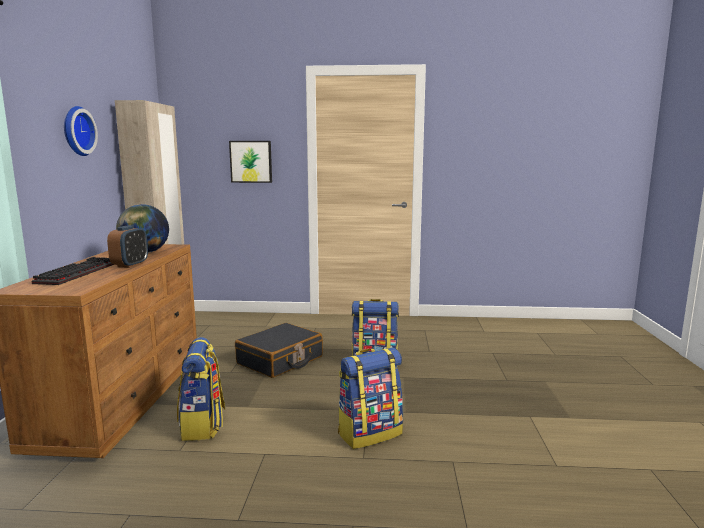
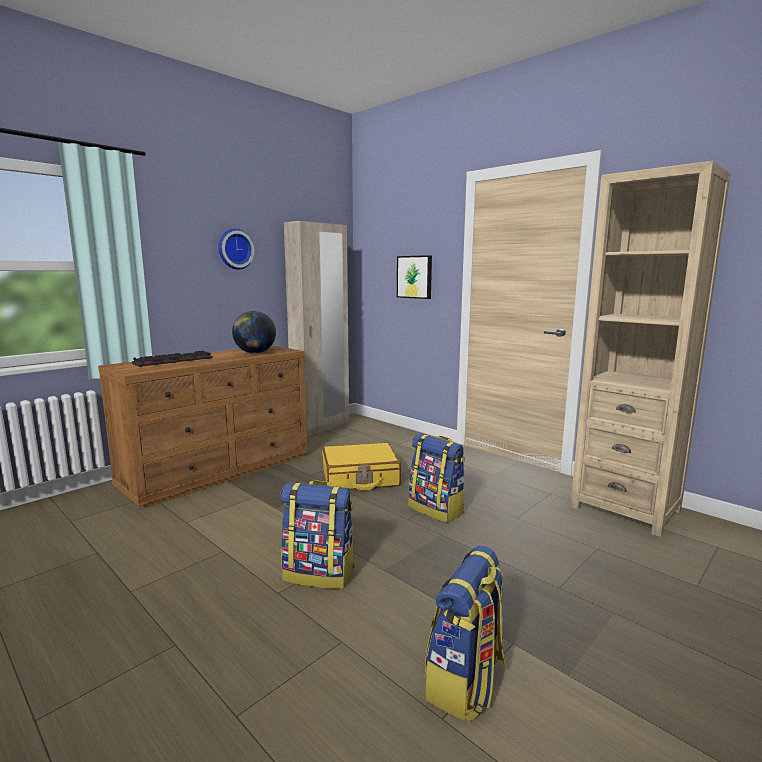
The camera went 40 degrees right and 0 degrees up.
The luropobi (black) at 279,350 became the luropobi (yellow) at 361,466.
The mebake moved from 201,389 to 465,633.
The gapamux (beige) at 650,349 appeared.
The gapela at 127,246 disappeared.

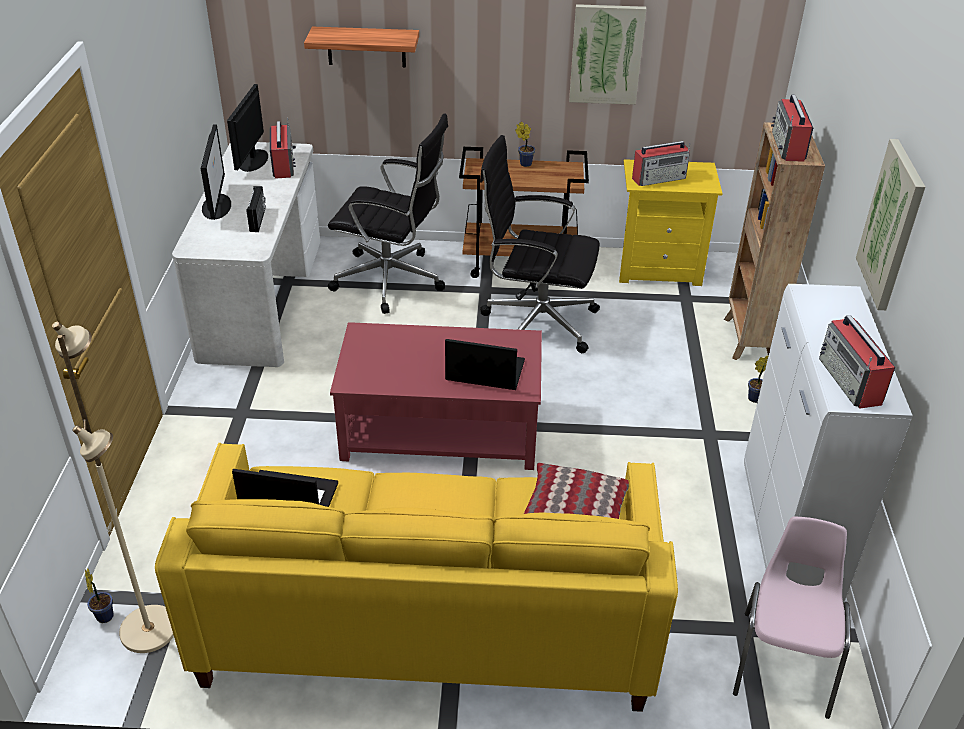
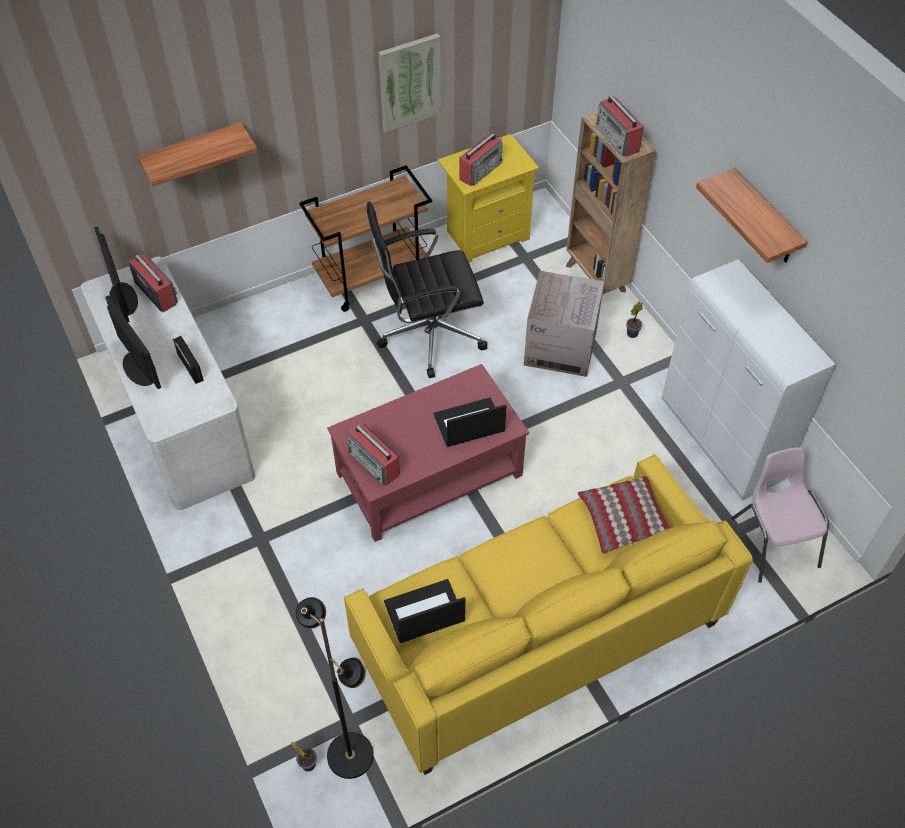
The camera went 30 degrees left and 15 degrees up.
The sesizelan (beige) at 113,487 became the sesizelan (black) at 335,688.
The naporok moved from 857,362 to 373,454.
The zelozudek at 564,324 appeared.
The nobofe at 890,224 was replaced by the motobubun at 751,215.
The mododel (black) at 388,213 disappeared.
The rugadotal at 525,144 disappeared.

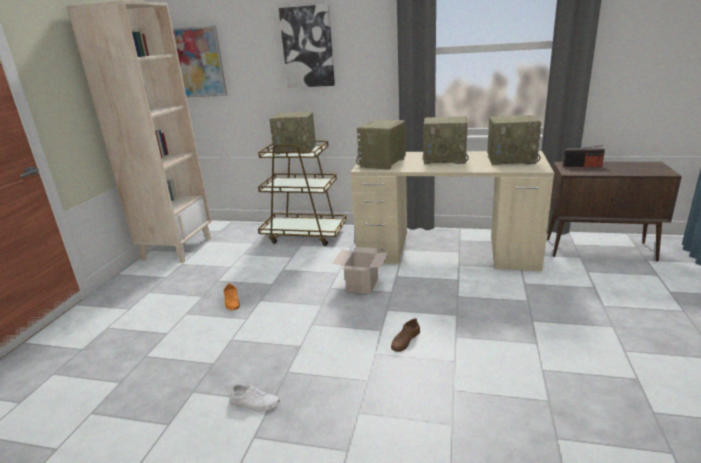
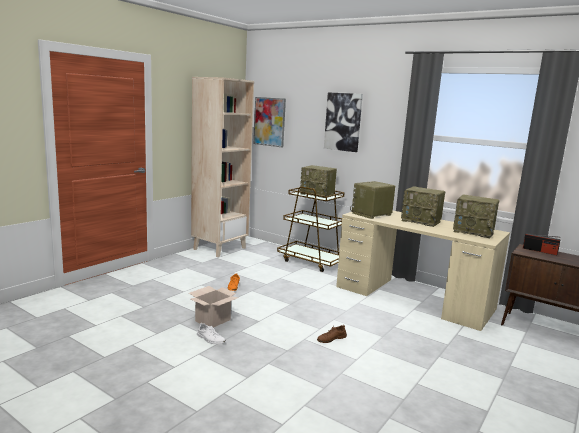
The camera went 20 degrees right and 10 degrees down.
The zelozudek moved from 361,270 to 213,307.

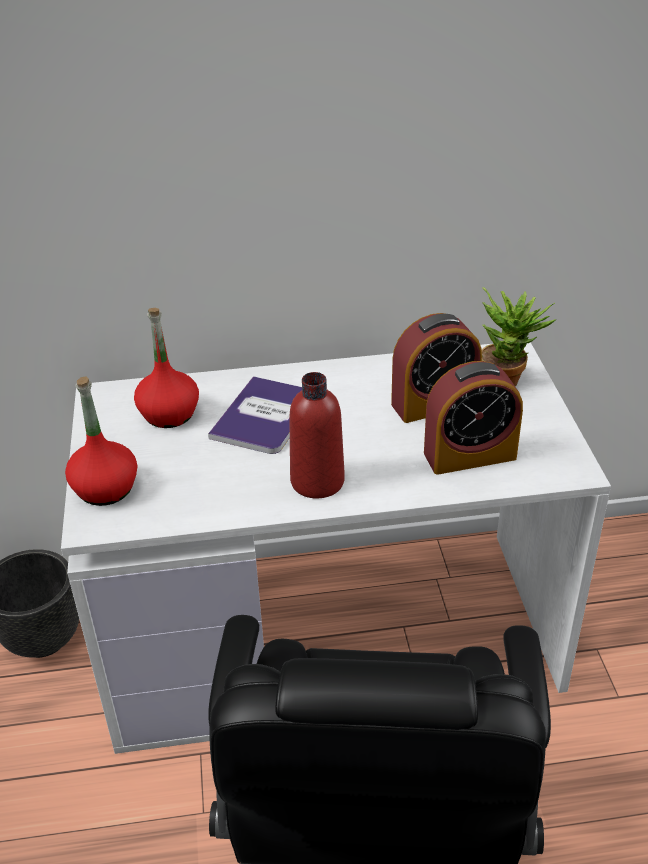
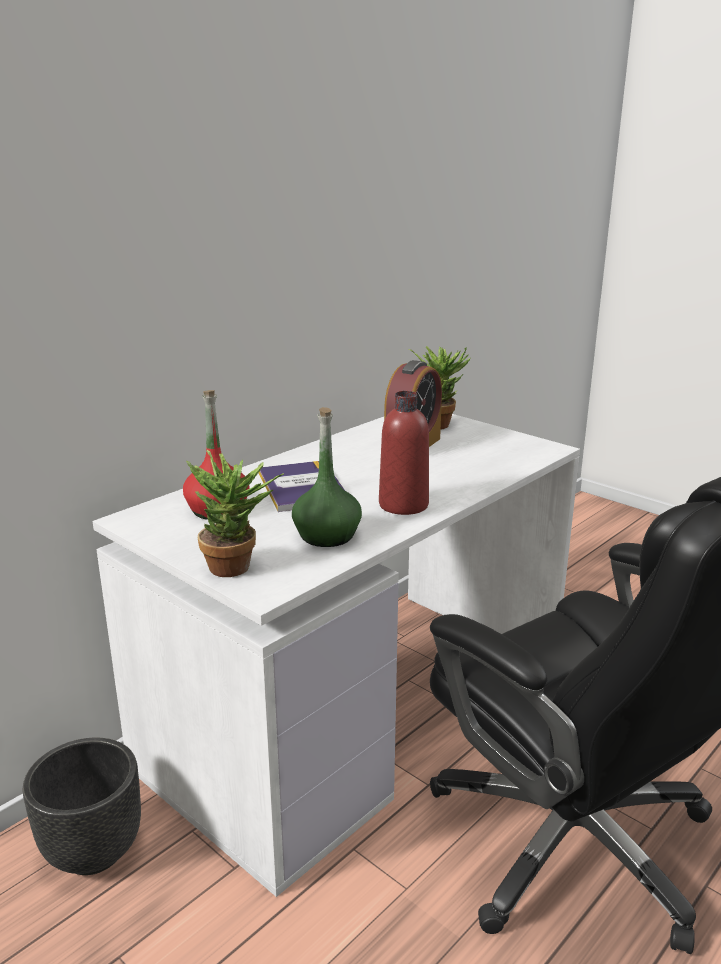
The camera went 40 degrees left and 15 degrees down.
The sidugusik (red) at 101,441 was replaced by the rugadotal at 235,513.
The sidugusik (green) at 327,477 appeared.
The gapela at 473,418 disappeared.

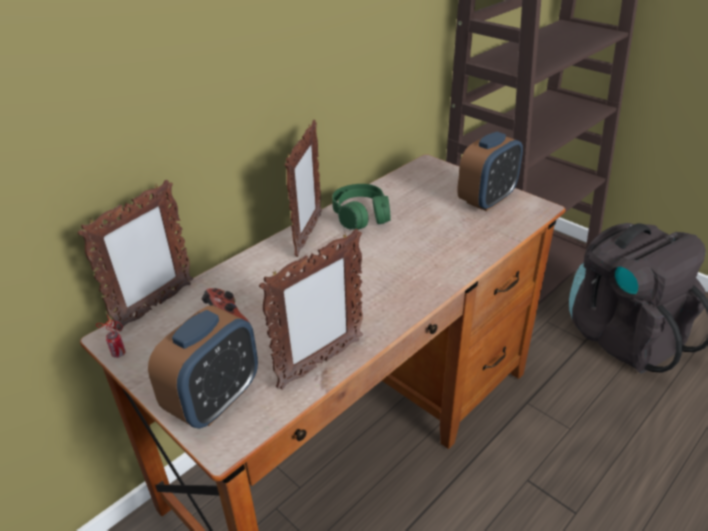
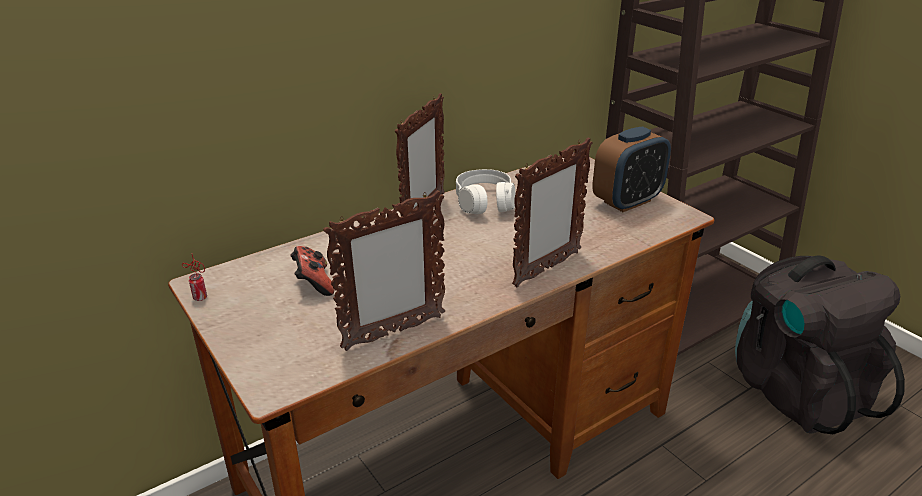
The camera went 10 degrees right and 5 degrees down.
The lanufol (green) at 361,207 became the lanufol (white) at 486,191.
The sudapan moved from 135,255 to 552,212.
The gapela at 203,367 disappeared.

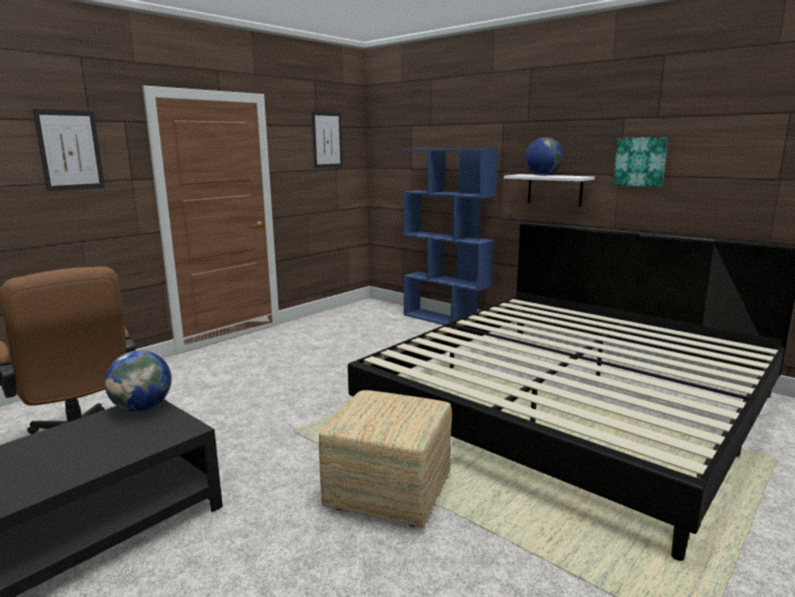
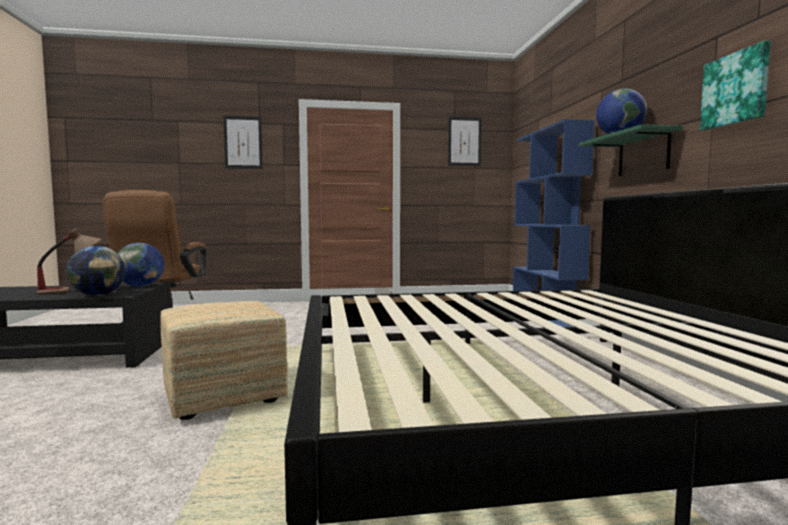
The camera went 40 degrees right and 10 degrees down.
The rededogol at 69,262 appeared.
The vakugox at 95,271 appeared.
The motobubun (white) at 549,190 became the motobubun (green) at 631,150.

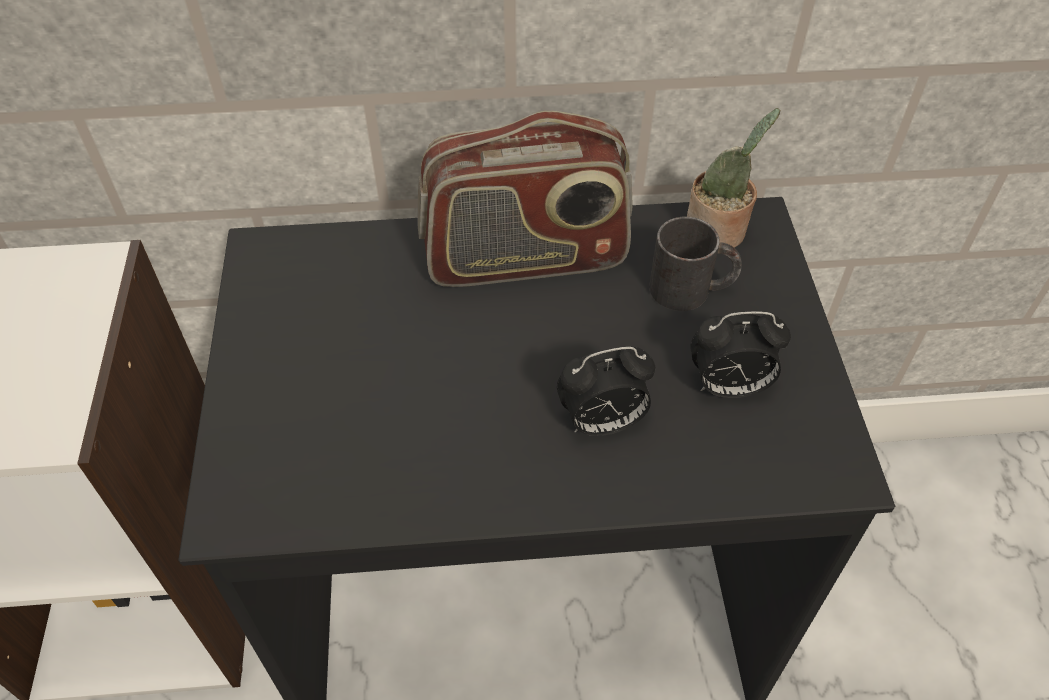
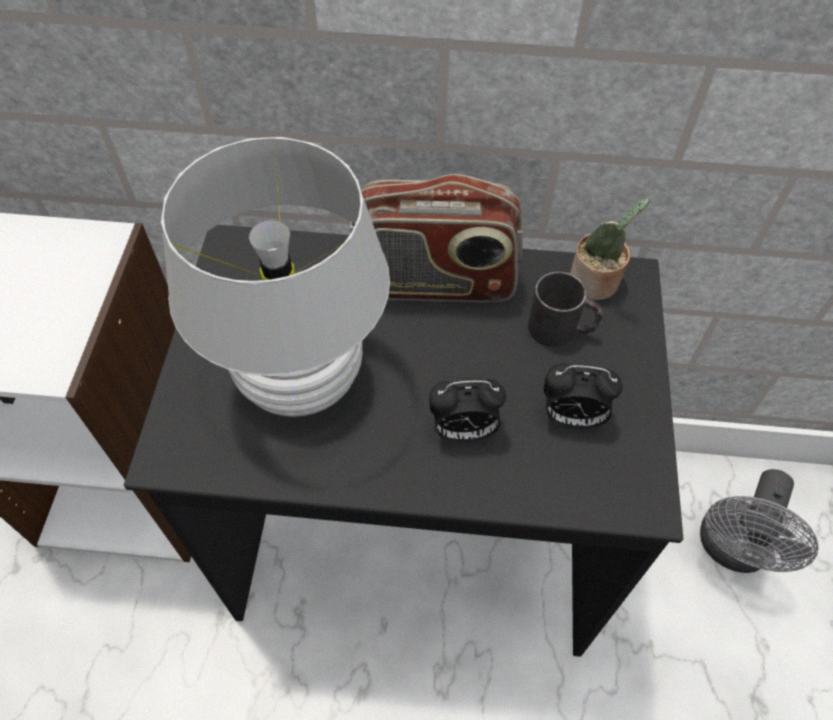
The camera went 10 degrees right and 5 degrees up.
The rededogol (white) at 275,277 appeared.
The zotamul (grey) at 759,521 appeared.

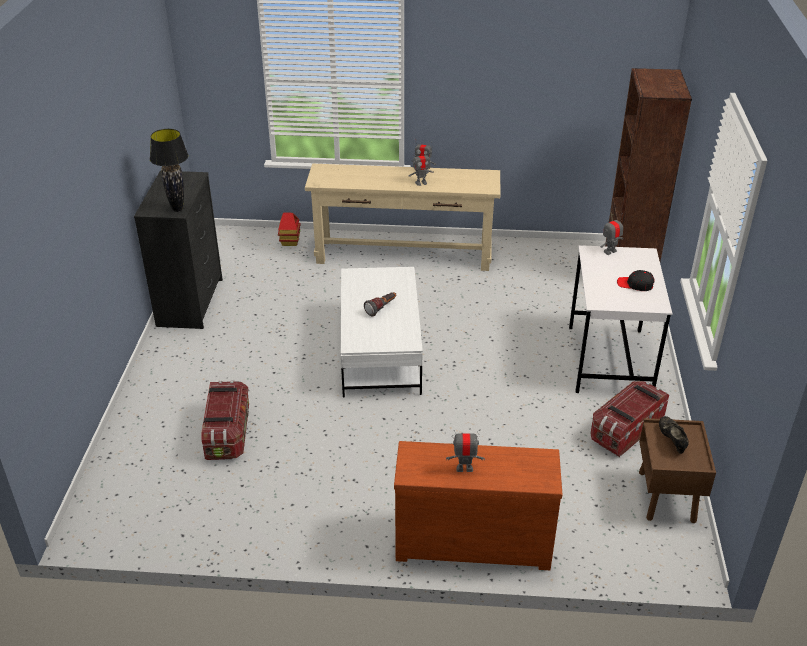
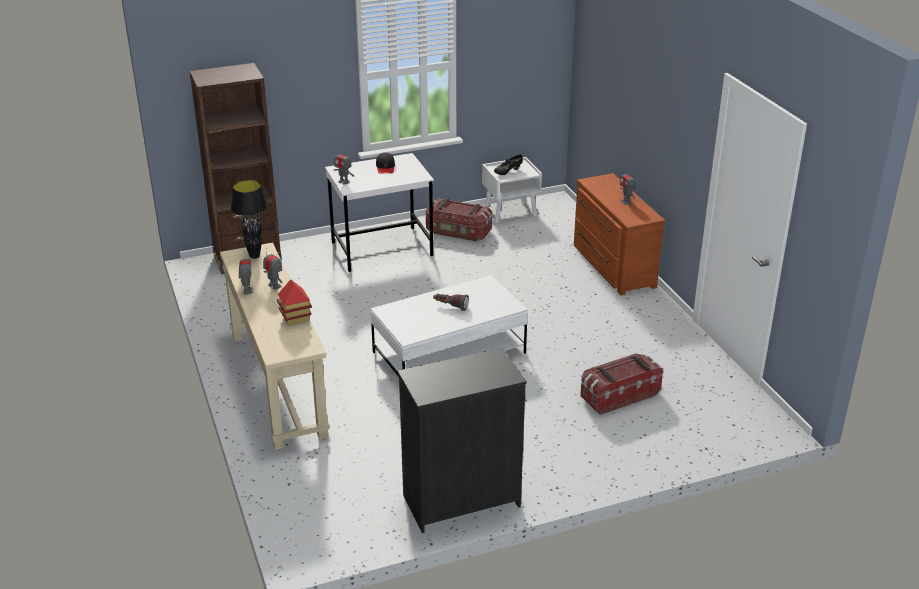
The camera went 115 degrees left and 5 degrees down.
The rededogol (black) moved from 169,170 to 249,219.
The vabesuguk moved from 289,229 to 294,302.
The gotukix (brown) at 677,470 became the gotukix (white) at 512,190.

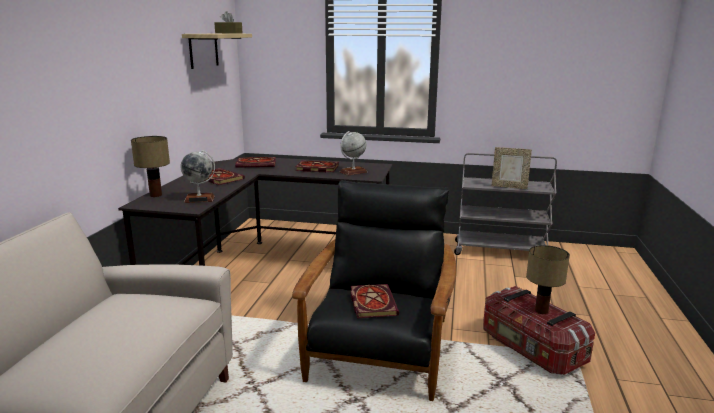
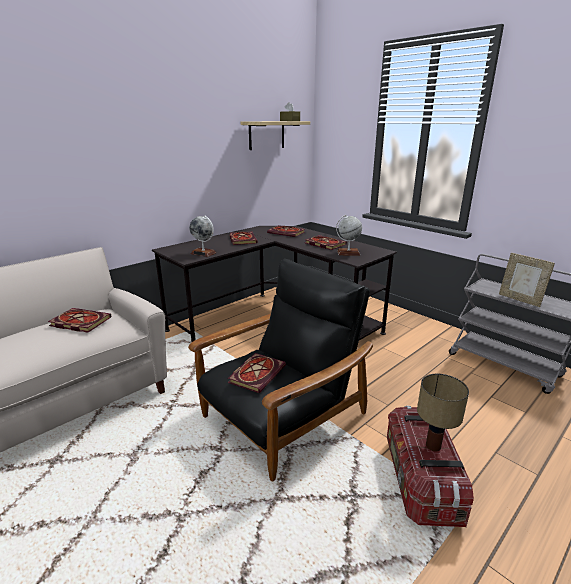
The camera went 35 degrees right and 5 degrees up.
The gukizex at 79,320 appeared.
The rededogol at 150,166 disappeared.

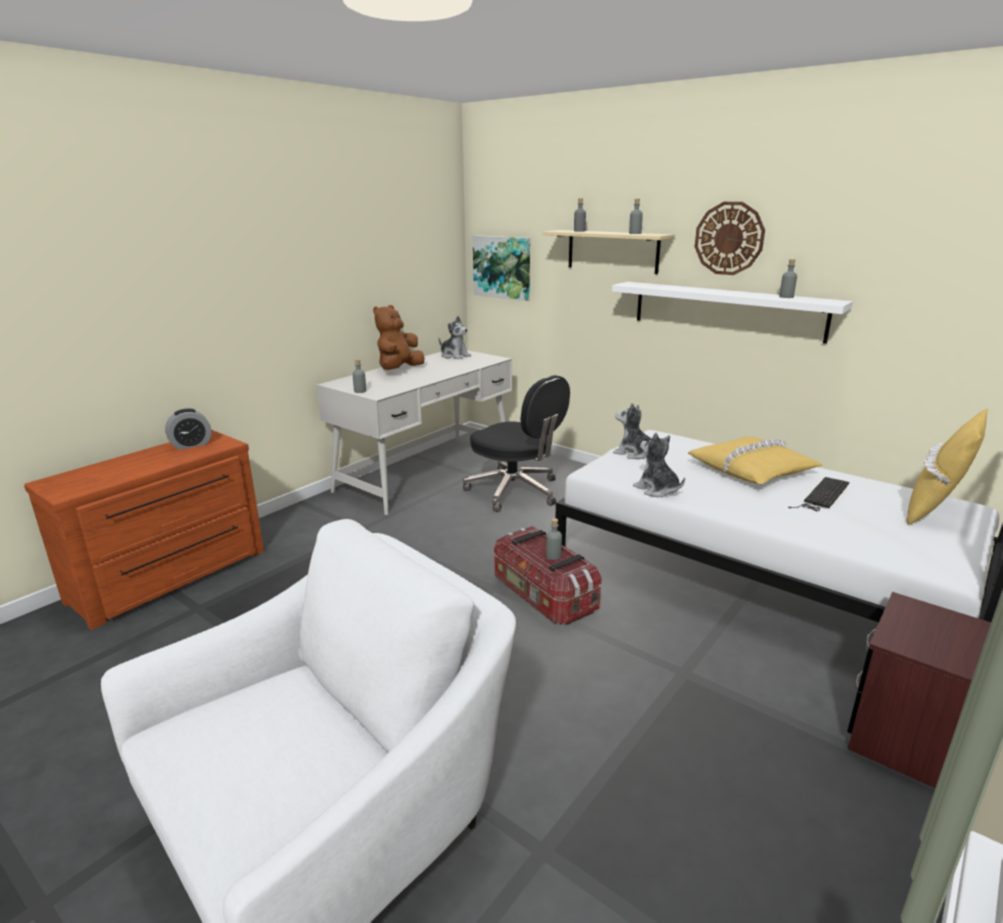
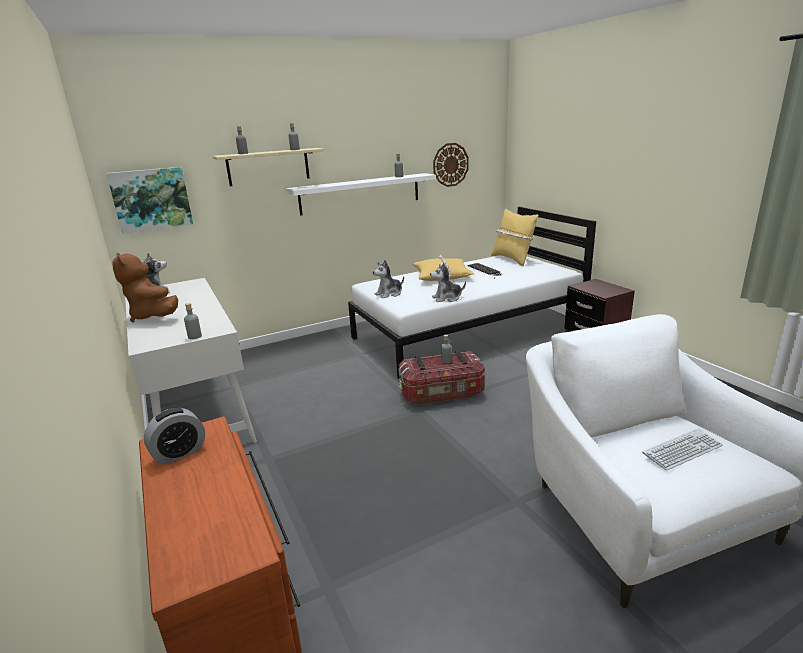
The camera went 65 degrees left and 0 degrees up.
The gapela at 188,429 turned 60 degrees clockwise.
The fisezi moved from 730,238 to 451,165.
The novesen at 682,449 appeared.
The mododel (black) at 516,443 disappeared.

